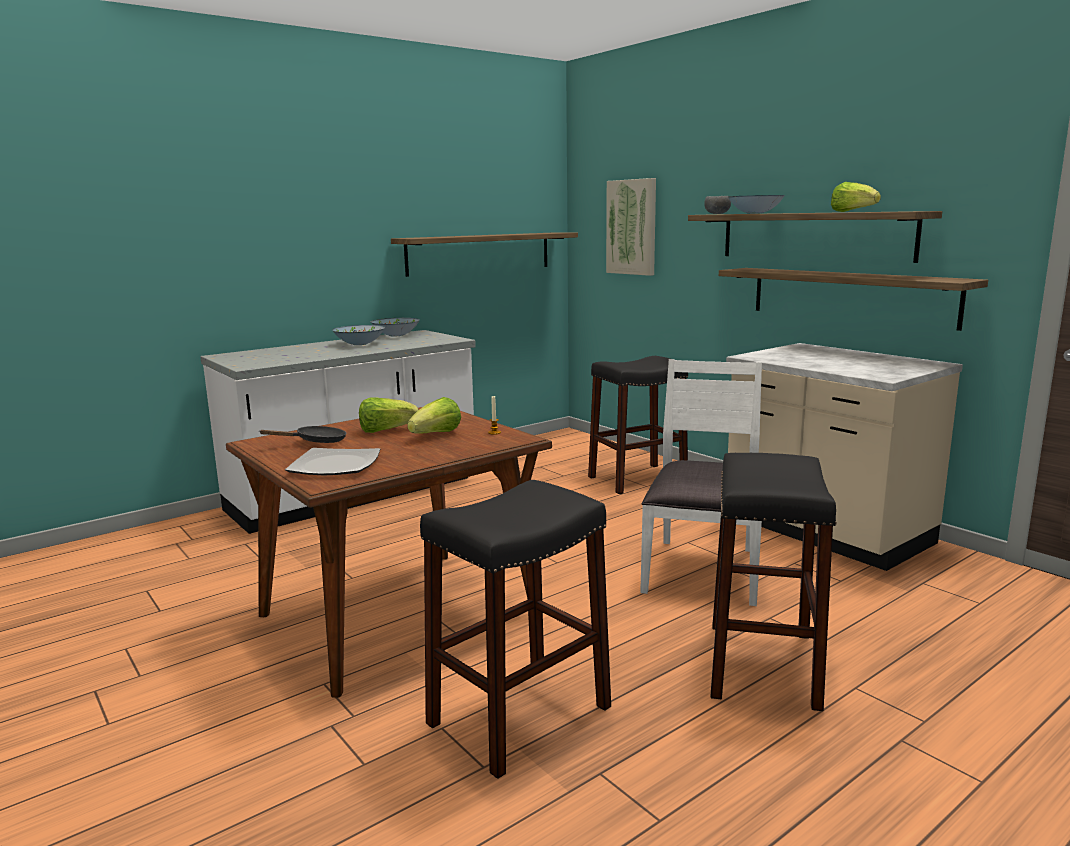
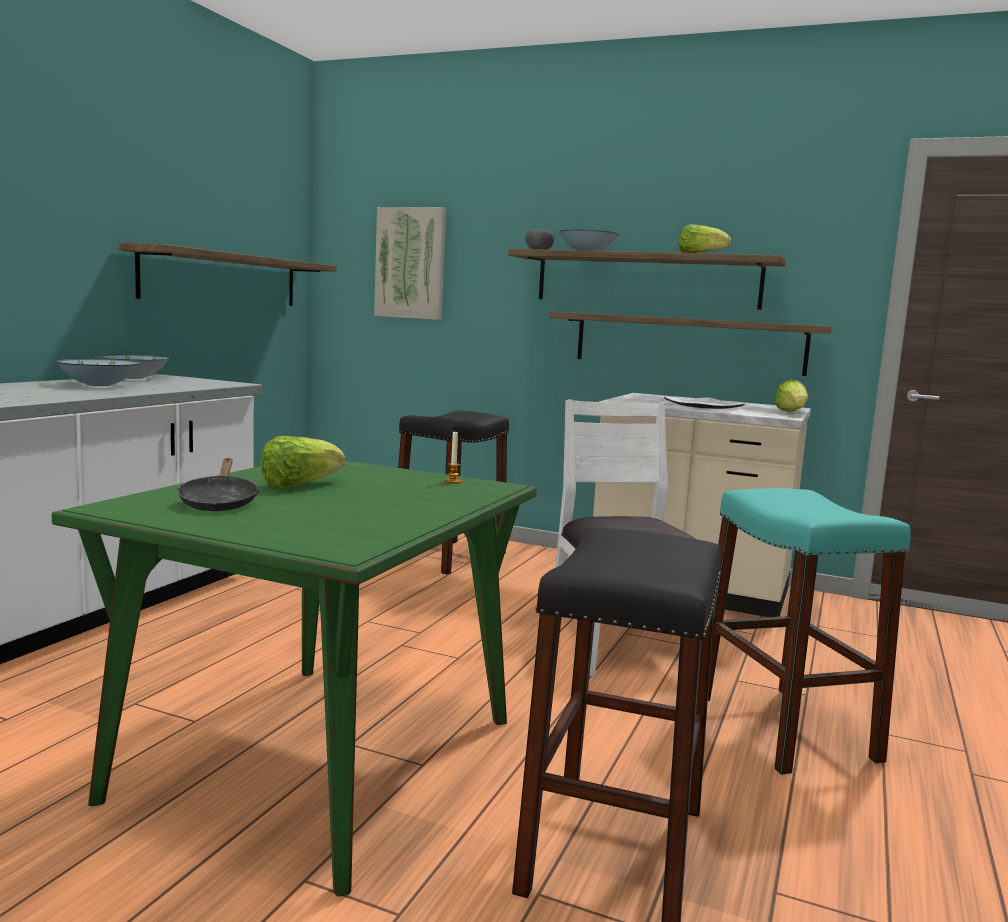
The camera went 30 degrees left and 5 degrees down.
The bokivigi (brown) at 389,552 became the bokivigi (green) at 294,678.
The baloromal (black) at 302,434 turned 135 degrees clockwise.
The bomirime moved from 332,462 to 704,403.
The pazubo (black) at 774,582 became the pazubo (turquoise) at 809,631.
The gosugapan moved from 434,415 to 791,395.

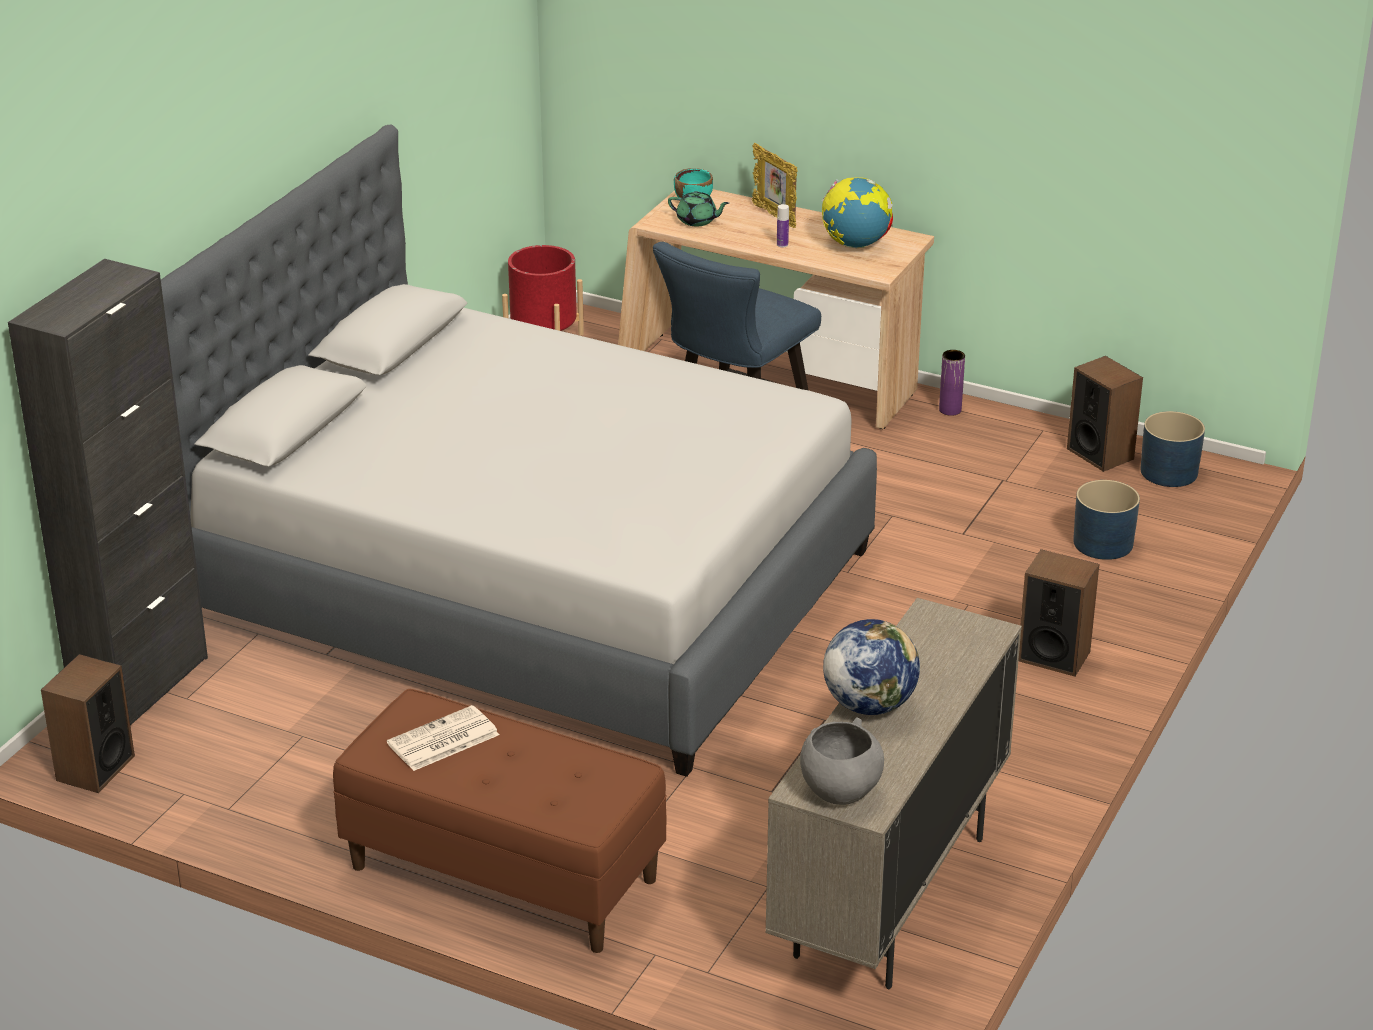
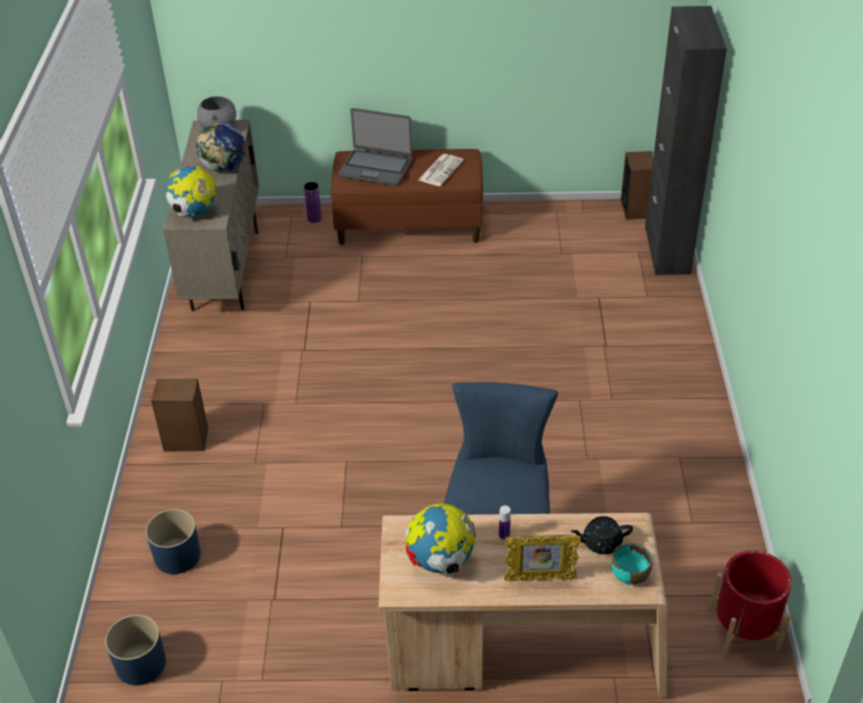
The camera went 155 degrees right and 10 degrees up.
The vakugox at 191,191 appeared.
The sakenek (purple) moved from 952,383 to 313,202.
The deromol at 375,147 appeared.
The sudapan at 775,185 turned 150 degrees clockwise.
The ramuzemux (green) at 698,209 became the ramuzemux (black) at 602,535.
The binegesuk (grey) at 519,451 disappeared.
The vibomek at 1105,414 disappeared.

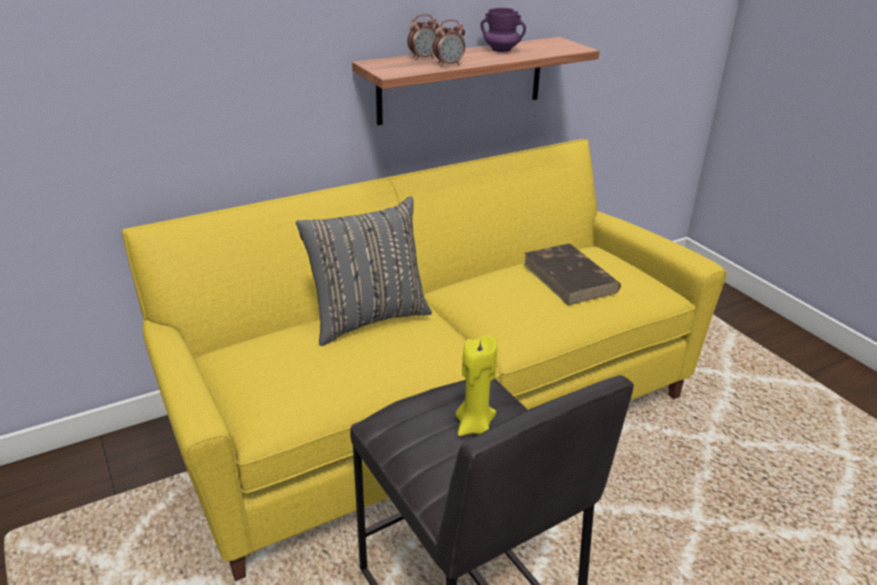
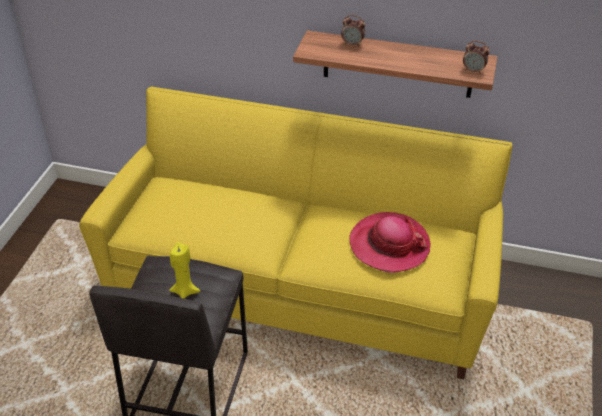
The camera went 45 degrees right and 10 degrees up.
The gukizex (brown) at 572,274 was replaced by the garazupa at 390,242.
The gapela moved from 449,43 to 476,57.
The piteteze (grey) at 364,271 disappeared.
The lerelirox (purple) at 503,30 disappeared.

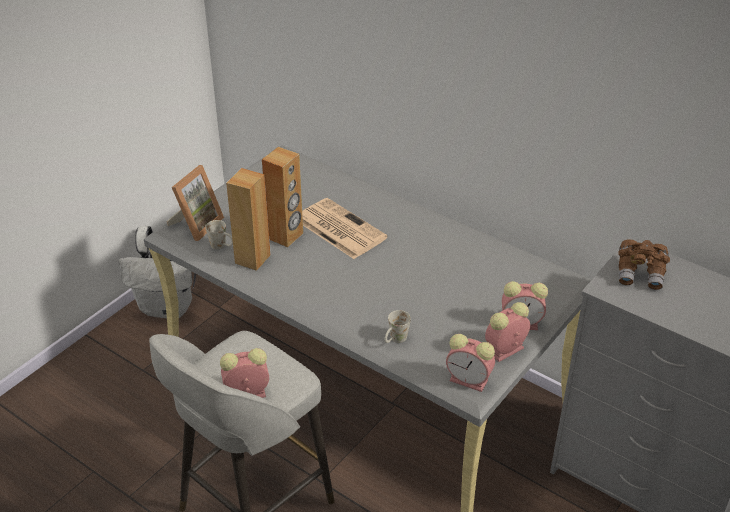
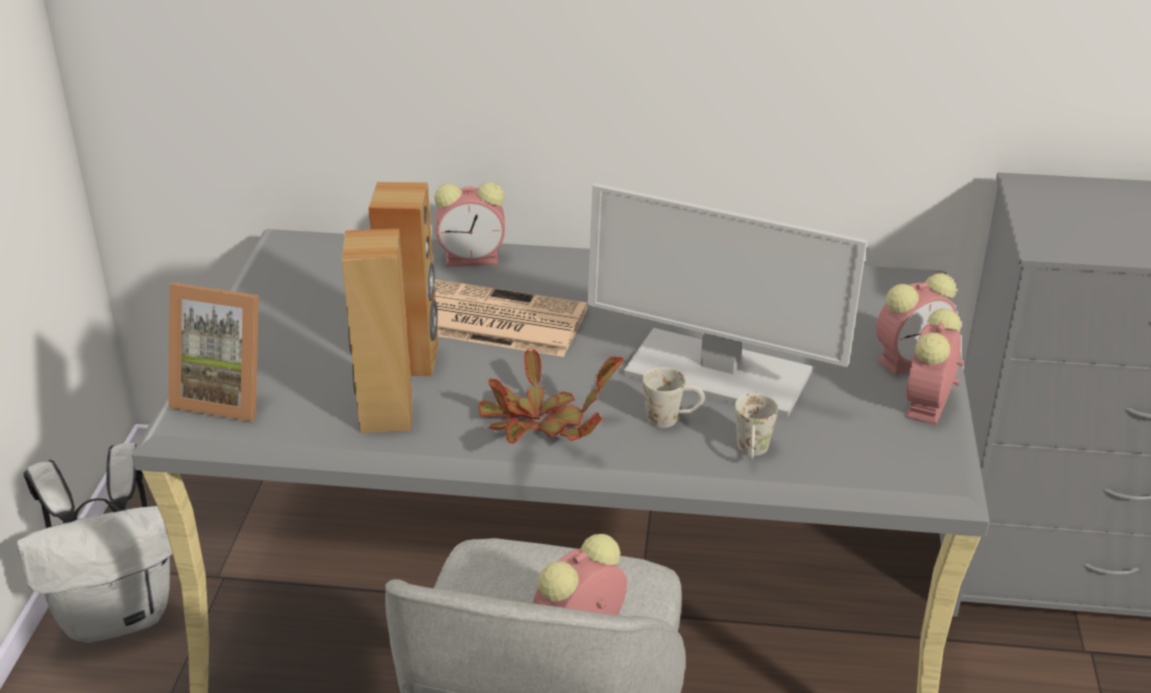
The camera went 30 degrees left and 5 degrees down.
The sudapan at 195,203 turned 105 degrees clockwise.
The gapela moved from 470,363 to 469,224.
The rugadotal at 551,396 appeared.
The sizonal at 727,300 appeared.
The lerelirox (white) moved from 219,235 to 674,397.
The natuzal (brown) at 644,265 disappeared.

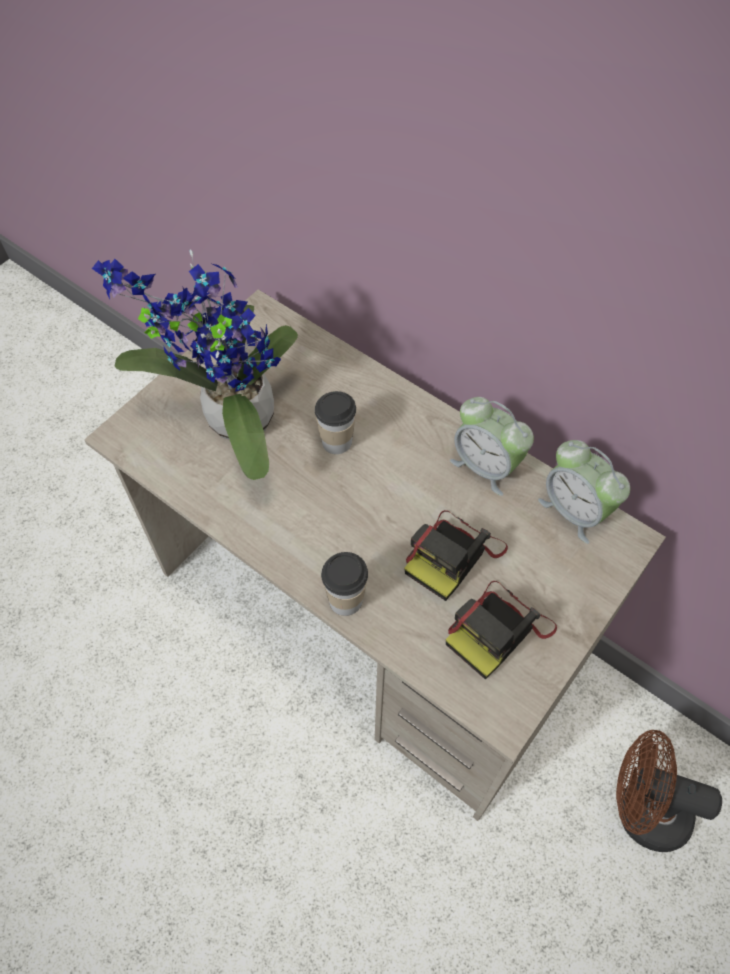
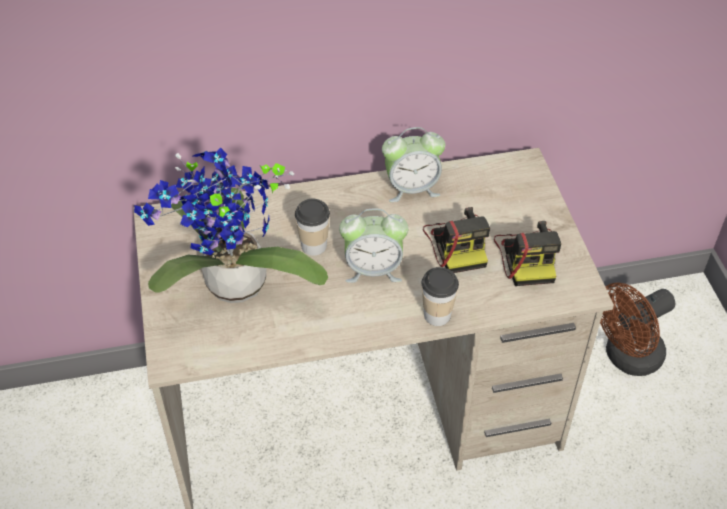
The camera went 50 degrees left and 10 degrees down.
The gapela moved from 584,492 to 374,245.

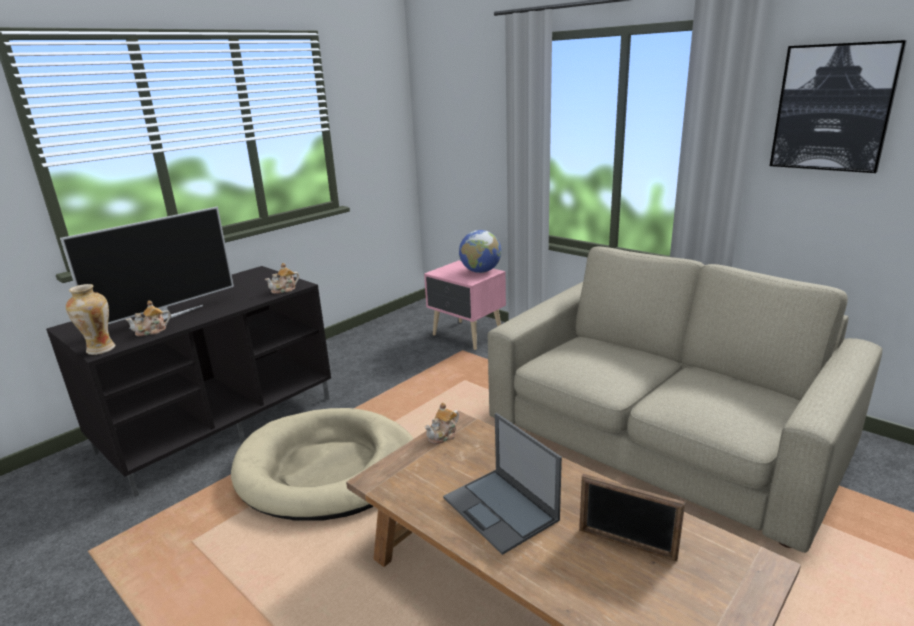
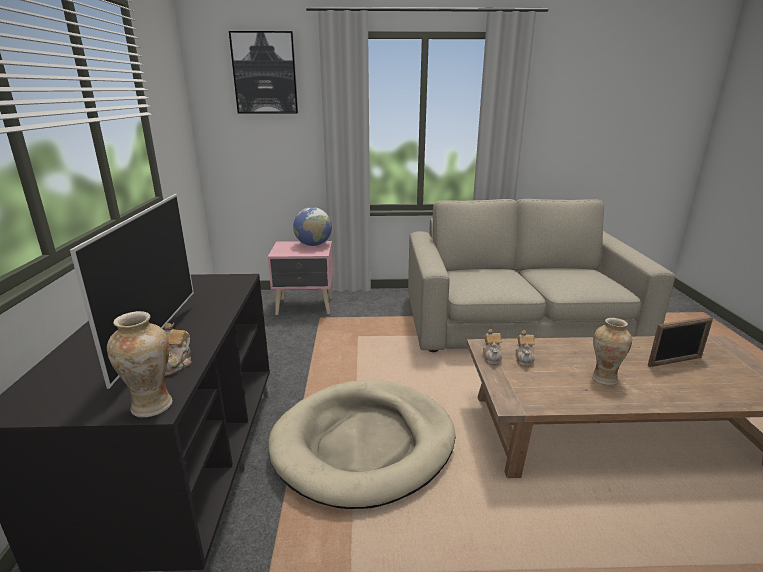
The camera went 45 degrees left and 0 degrees up.
The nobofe moved from 838,106 to 263,72.
The ramuzemux moved from 282,278 to 525,348.
The deromol at 502,484 was replaced by the sakenek at 611,351.

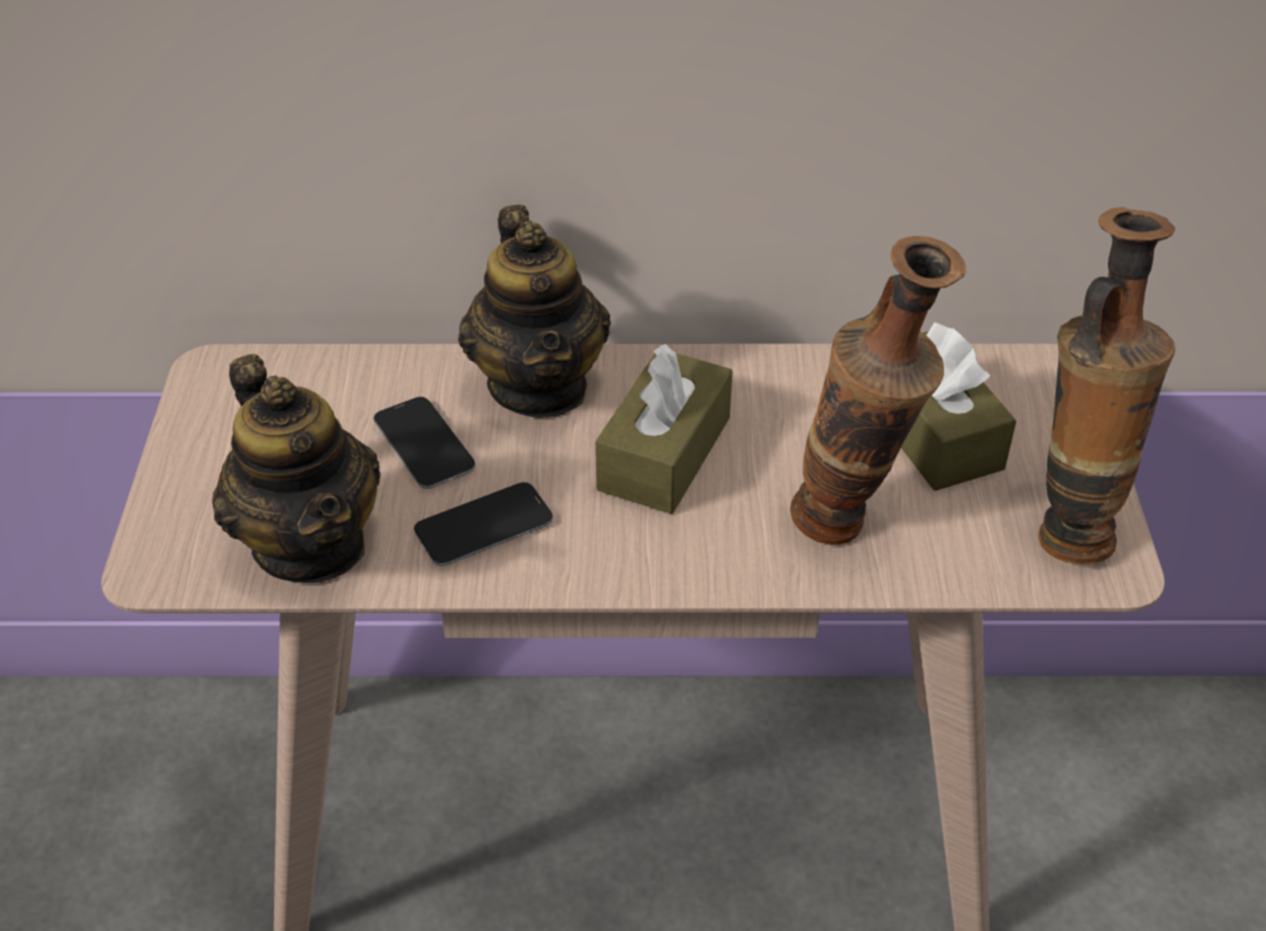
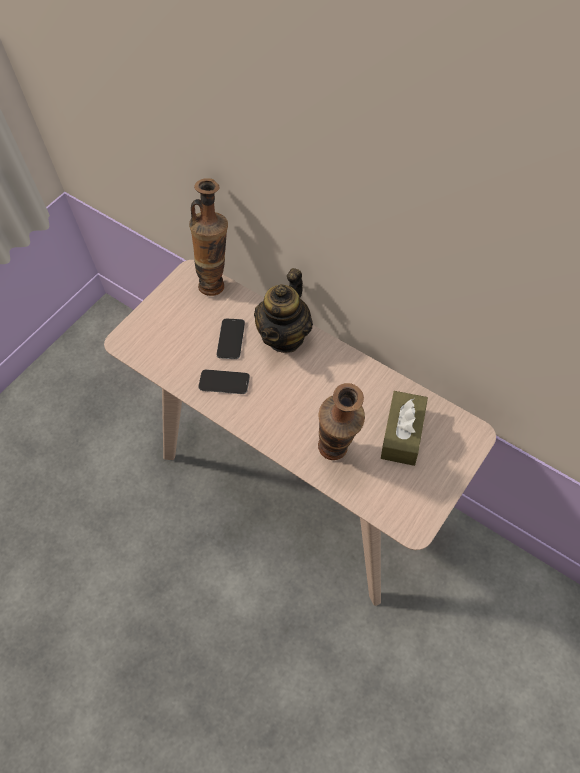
The camera went 40 degrees right and 15 degrees up.
The sakenek moved from 1107,385 to 208,237.
The ramuzemux at 296,468 disappeared.
The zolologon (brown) at 664,429 disappeared.

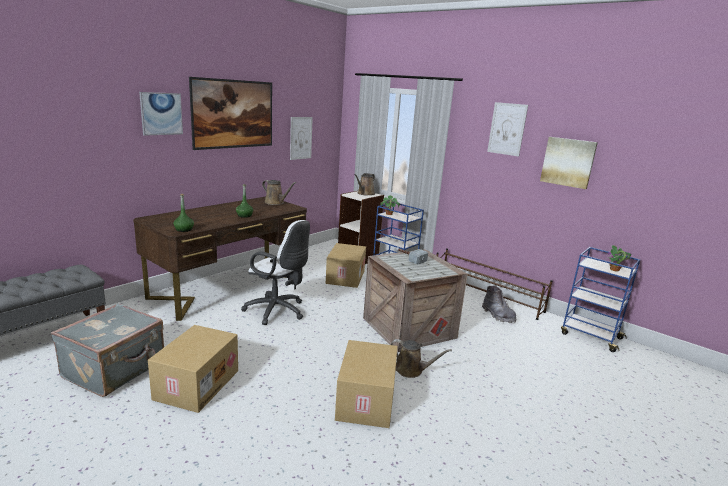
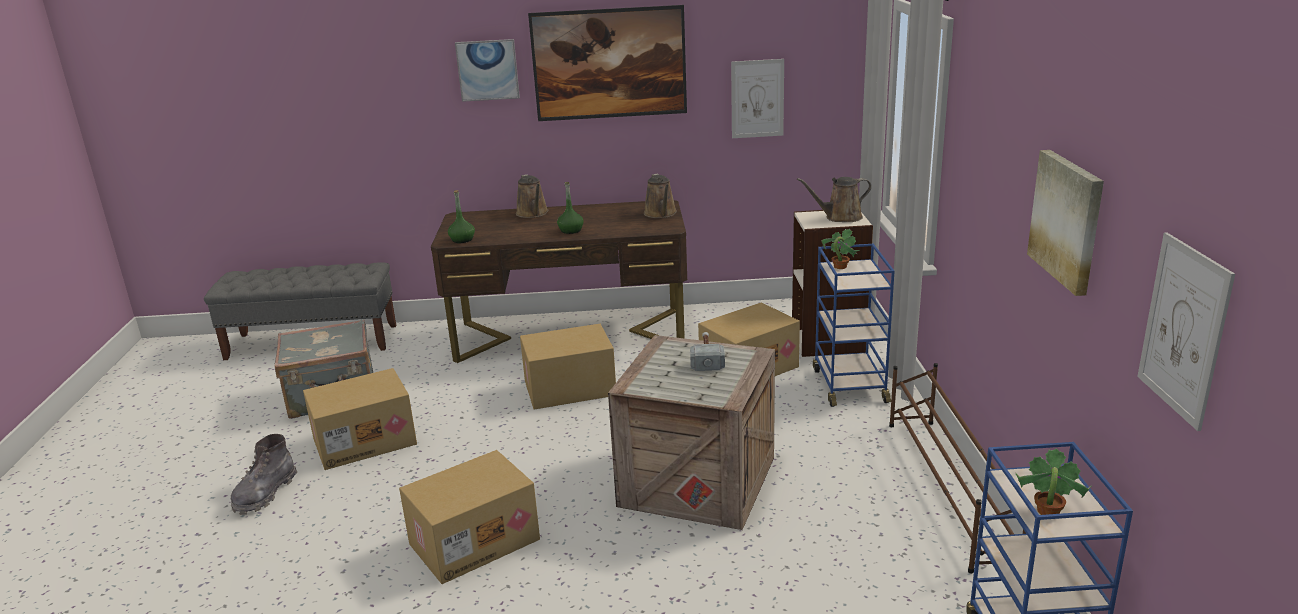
The camera went 50 degrees right and 5 degrees up.
The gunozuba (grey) moved from 499,304 to 264,474.
The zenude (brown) moved from 421,358 to 532,196.
The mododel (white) at 275,272 was replaced by the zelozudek at 568,366.
The nobofe moved from 507,129 to 1186,331.

